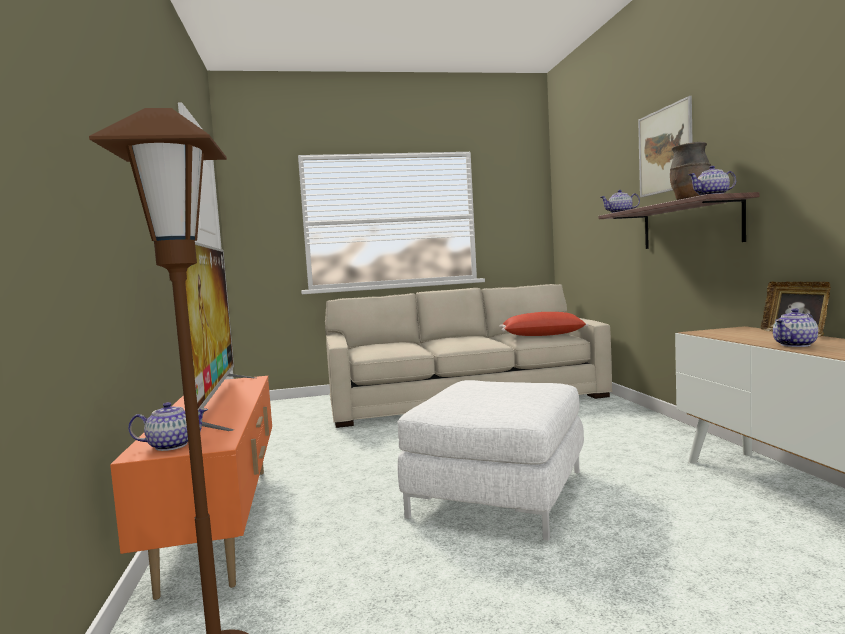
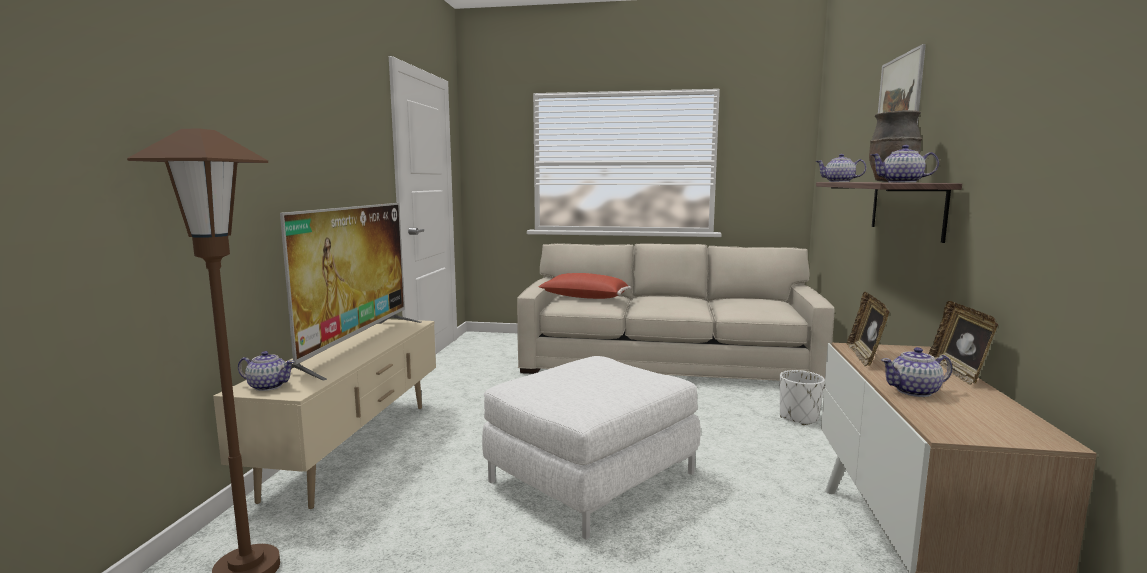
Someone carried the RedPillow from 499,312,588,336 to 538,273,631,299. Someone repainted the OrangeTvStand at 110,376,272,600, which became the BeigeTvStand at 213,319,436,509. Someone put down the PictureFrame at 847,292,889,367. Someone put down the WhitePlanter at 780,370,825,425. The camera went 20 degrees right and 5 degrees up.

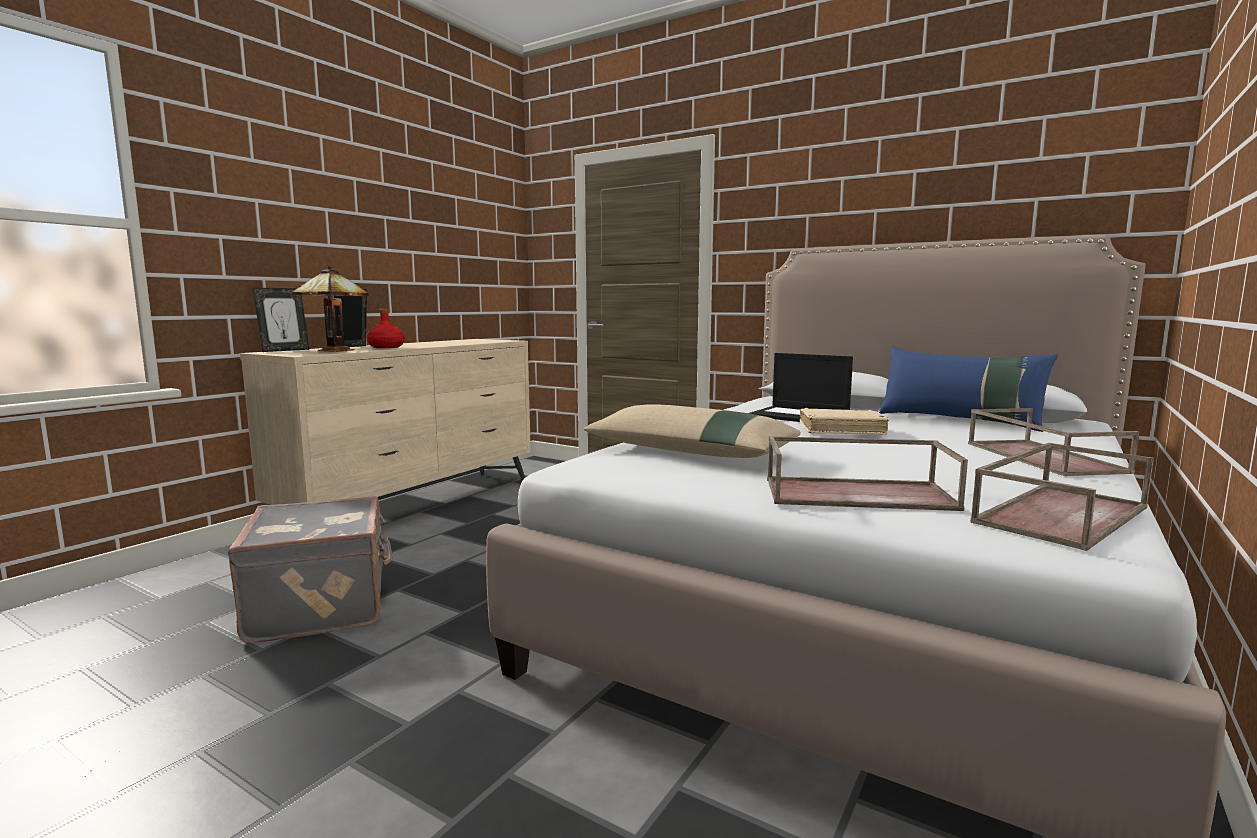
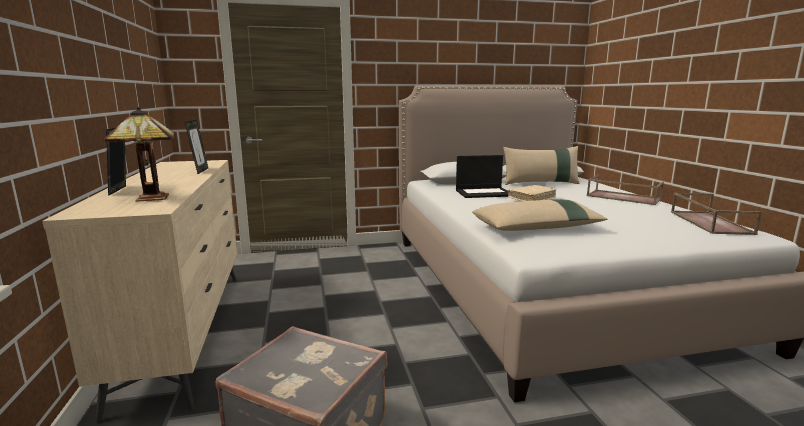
Someone carried the PictureFrame from 253,287,309,352 to 185,120,208,174. Someone took away the RedBottle at 367,309,405,348. Someone repainted the BluePillow at 879,347,1058,432, which became the BeigePillow at 503,146,580,185. Someone took away the BrownTray at 767,436,968,511. The camera went 45 degrees left and 5 degrees up.

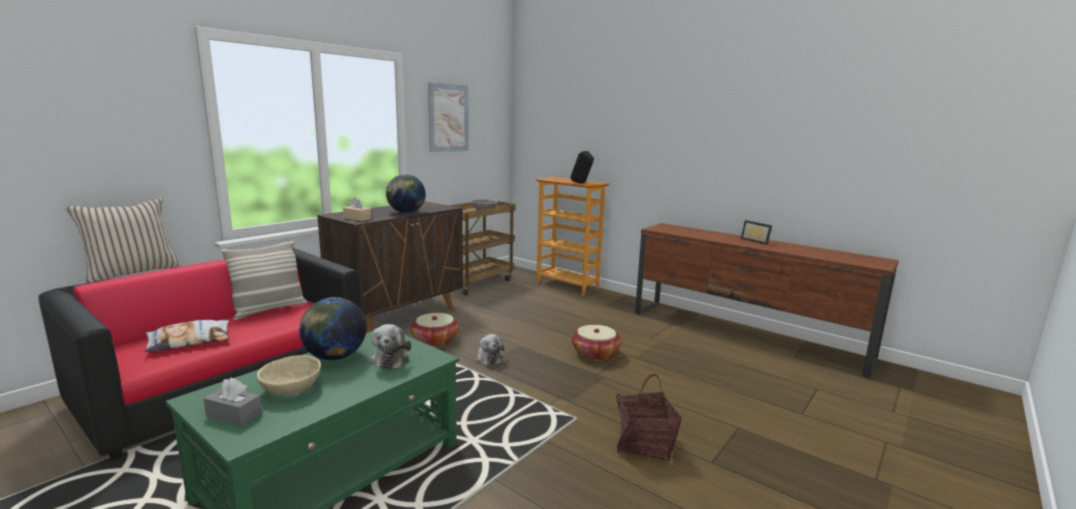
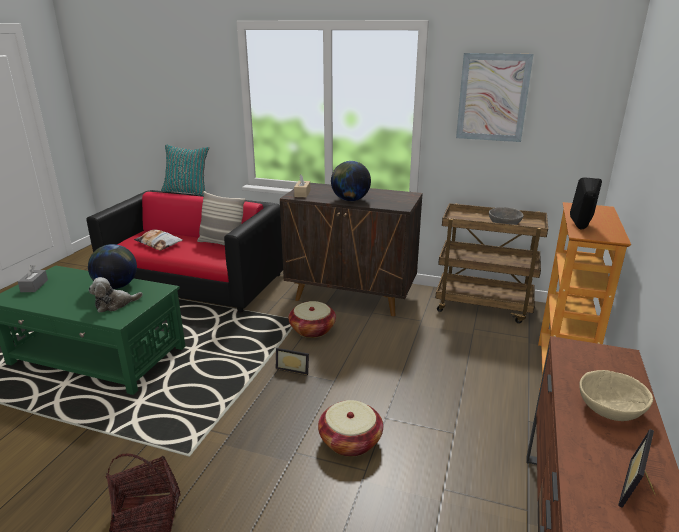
Someone repainted the BeigePillow at 66,198,182,283, which became the TurquoisePillow at 161,145,209,196. Someone swapped the PlushToy at 476,334,504,365 for the PictureFrame at 276,348,309,375. Someone carried the BeigeBowl from 257,355,321,396 to 580,370,653,421. The camera went 70 degrees right and 10 degrees up.

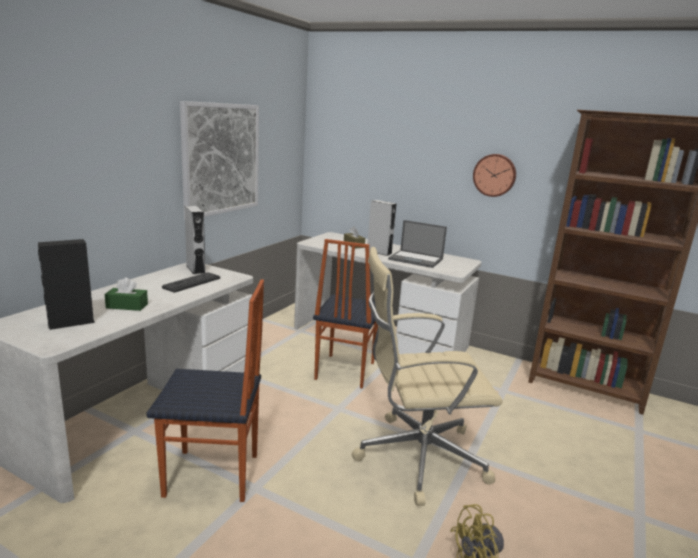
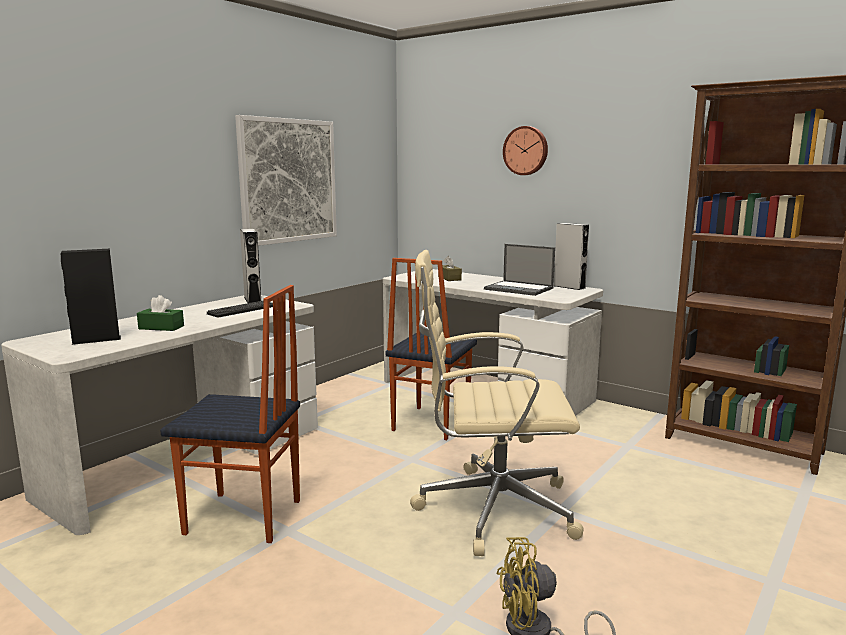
Someone carried the WallClock from 473,154,516,197 to 503,126,548,175. Someone carried the GreySpeaker from 367,200,397,256 to 554,223,589,290. The camera went 10 degrees right and 5 degrees down.

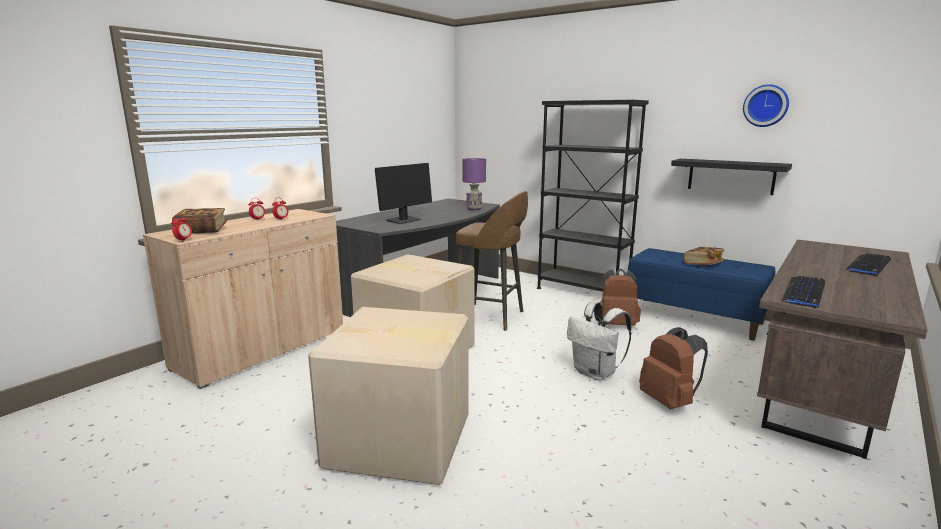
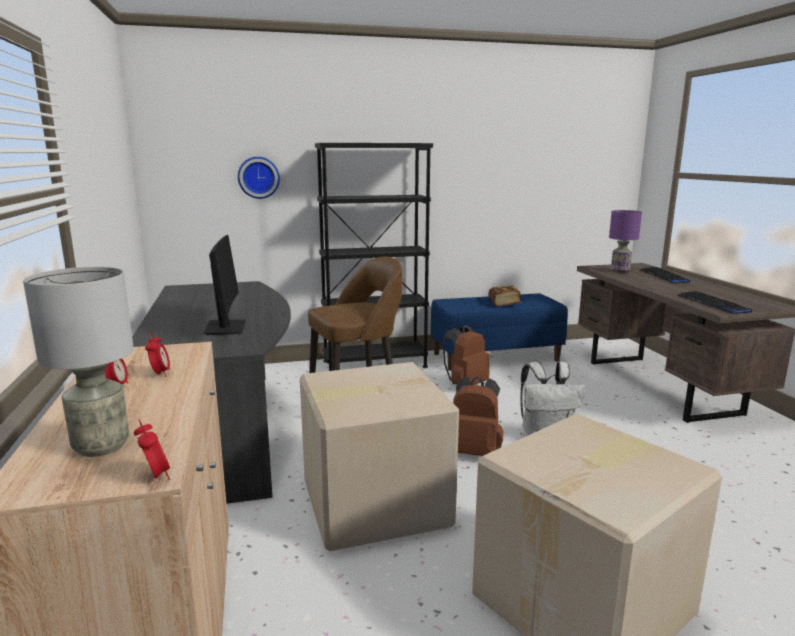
Someone carried the WallClock from 743,84,789,127 to 238,157,280,199. Someone carried the PurpleTableLamp from 462,158,486,211 to 609,210,642,273. Someone took away the BlackShelf at 671,159,792,195. Someone swapped the Book at 172,208,227,234 for the GreyTableLamp at 23,267,134,457. Someone carried the BrownBackpack from 639,327,708,409 to 453,376,503,456. The camera went 50 degrees left and 0 degrees up.

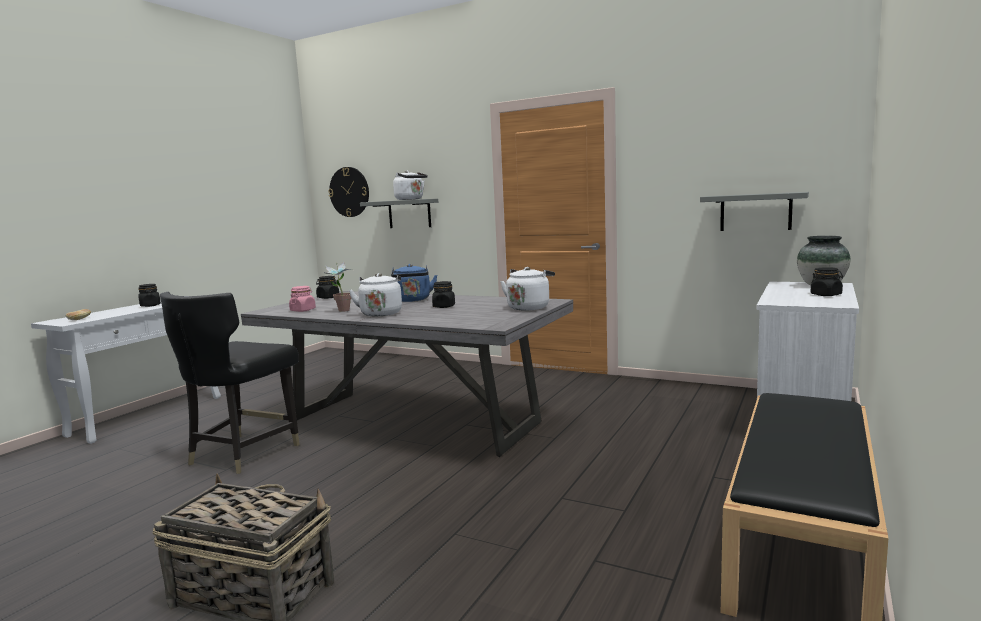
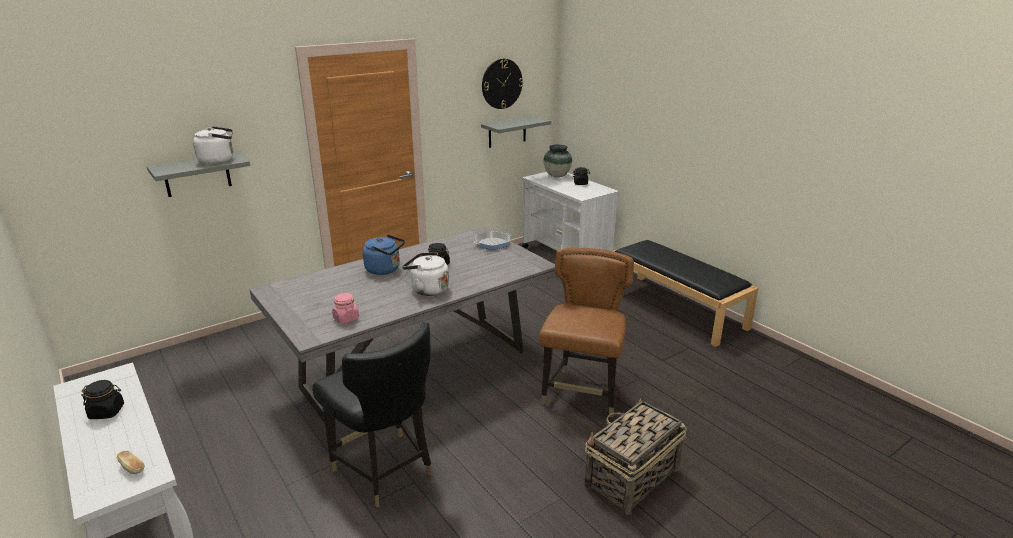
Someone carried the WallClock from 328,167,369,217 to 482,59,523,109. Someone took away the PottedPlant at 324,262,352,312. Someone swapped the WhiteKettle at 500,267,555,311 for the FryingPan at 474,231,511,250. Someone took away the BlackJar at 316,276,339,299. Someone put down the BrownChair at 539,248,634,417. The camera went 65 degrees left and 15 degrees up.

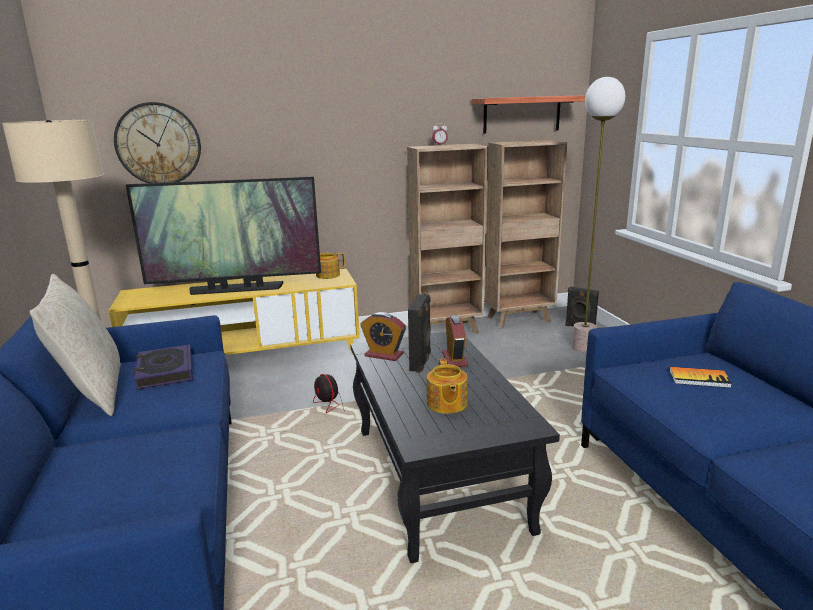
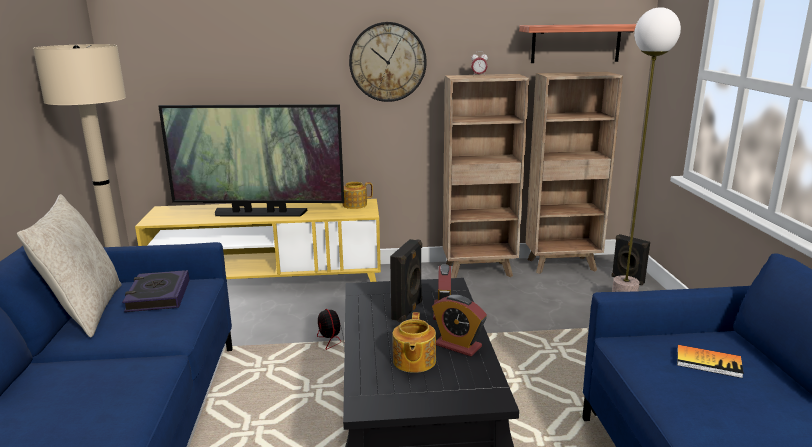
Someone carried the WallClock from 114,102,201,183 to 349,22,427,102. Someone carried the AlarmClock from 360,312,406,361 to 432,295,487,356. The camera went 10 degrees right and 0 degrees up.

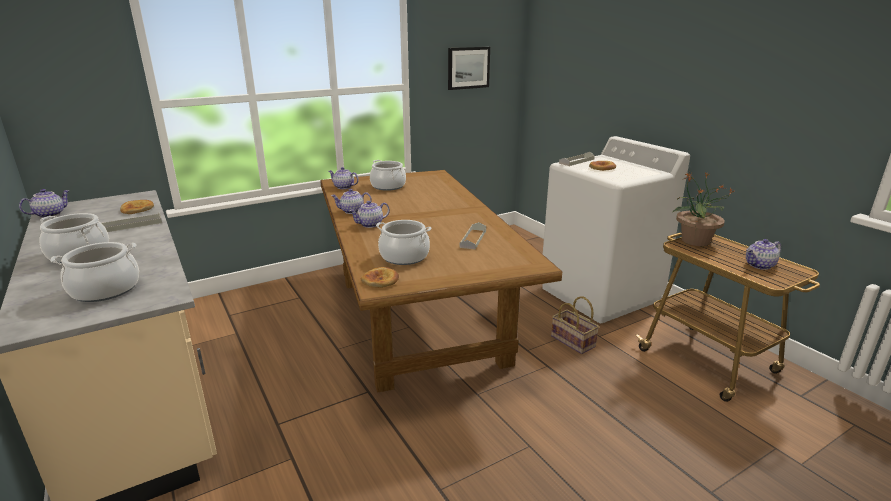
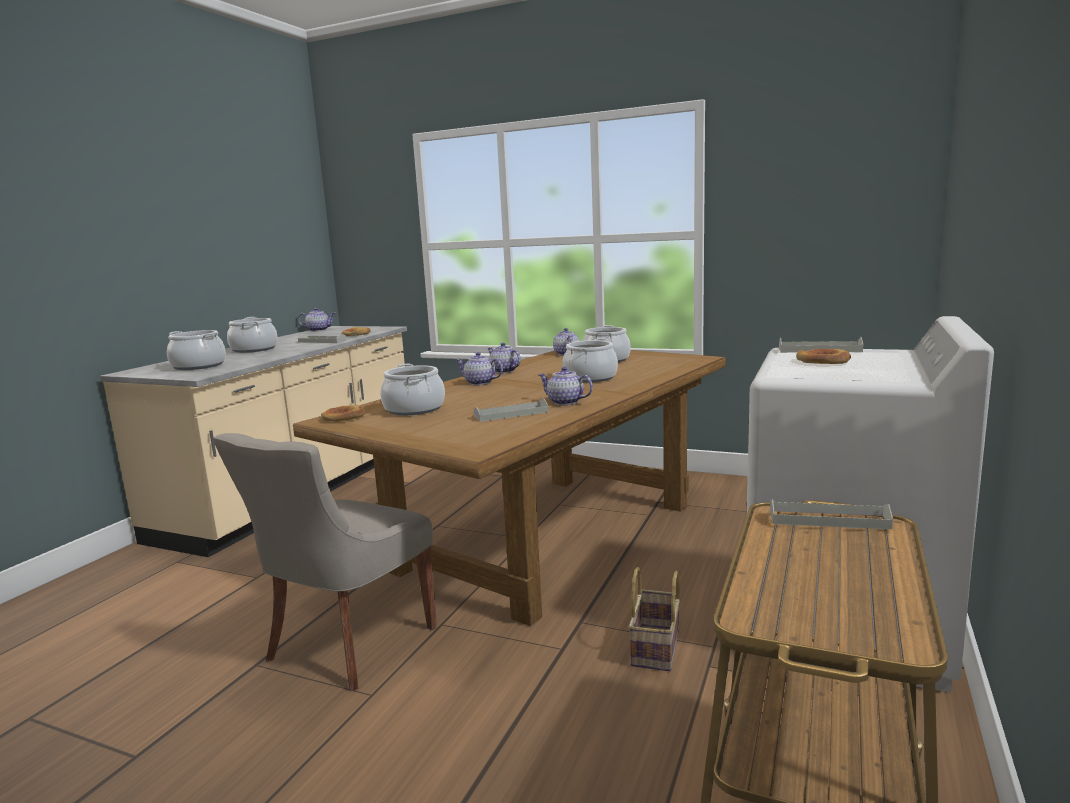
Someone took away the Picture at 448,47,490,90. Someone swapped the PottedPlant at 673,171,734,246 for the GreyTray at 770,499,893,530. Someone carried the Teapot from 746,239,781,270 to 539,367,593,405. Someone put down the CookingPot at 562,338,618,383. Someone put down the GreyChair at 213,433,437,691. The camera went 55 degrees right and 10 degrees down.

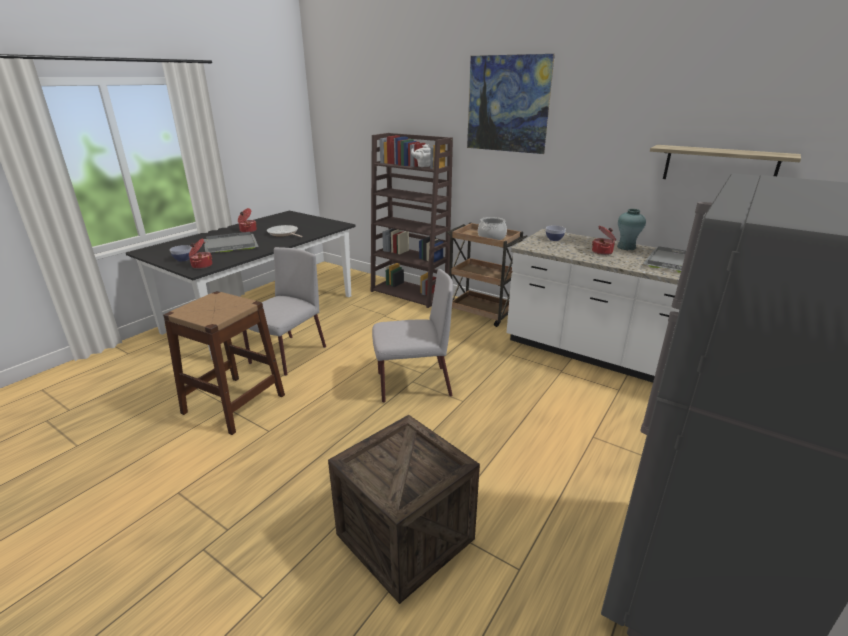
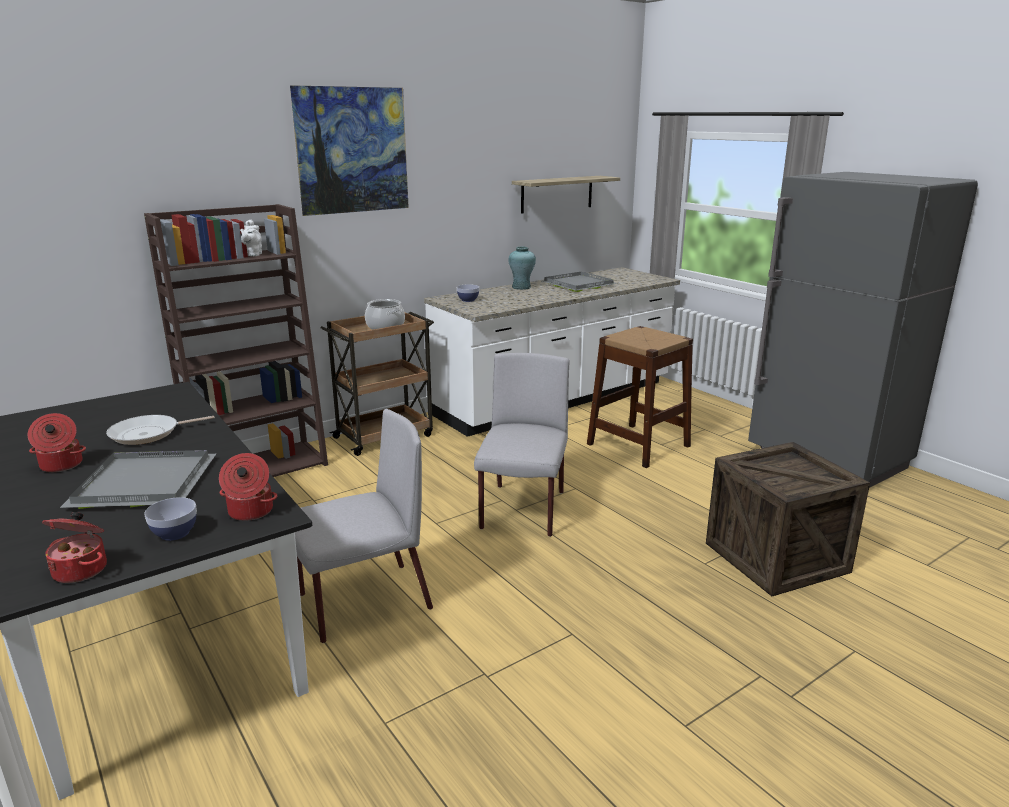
Someone carried the CookingPot from 592,226,616,255 to 42,512,107,583. Someone rotated the GreyChair at 243,247,326,376 by 105 degrees clockwise. Someone carried the BrownStool from 163,291,285,435 to 587,326,693,468. The camera went 70 degrees left and 5 degrees down.

